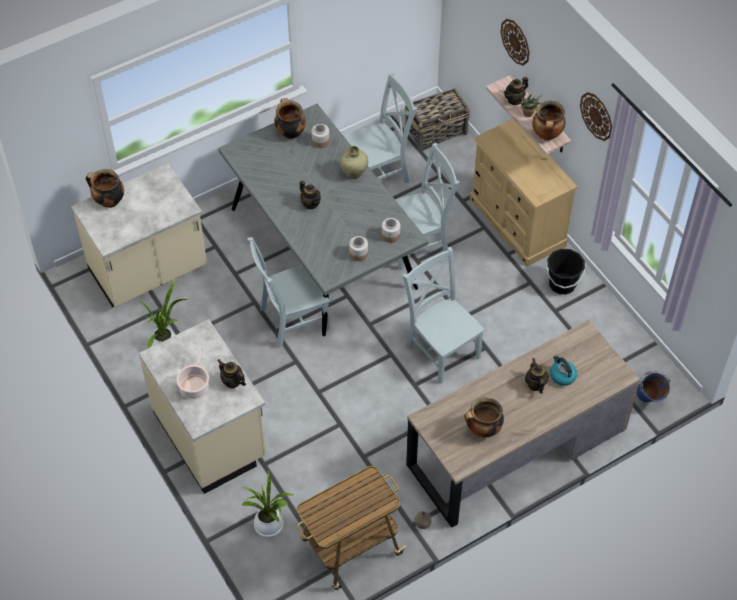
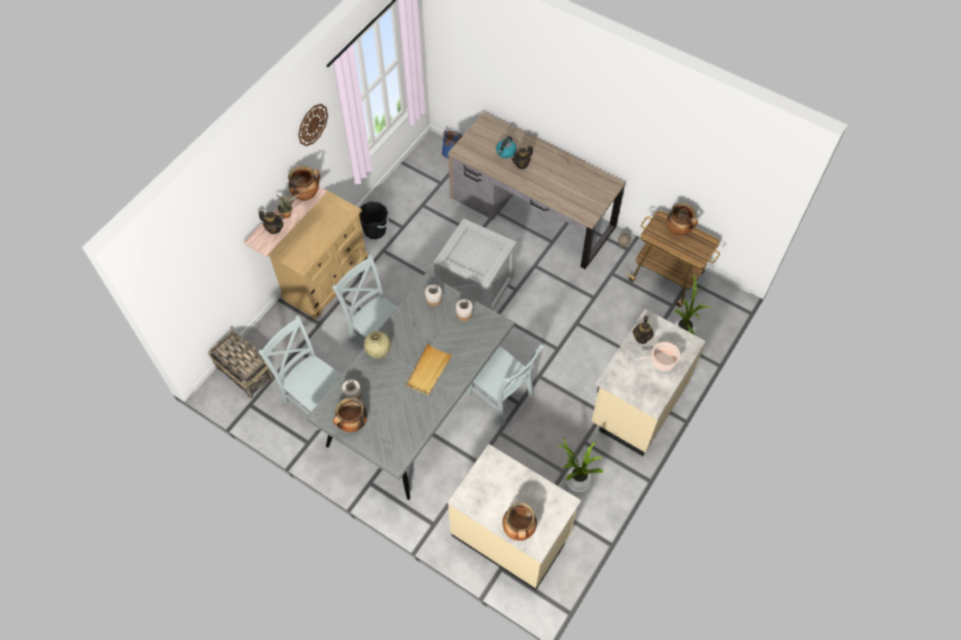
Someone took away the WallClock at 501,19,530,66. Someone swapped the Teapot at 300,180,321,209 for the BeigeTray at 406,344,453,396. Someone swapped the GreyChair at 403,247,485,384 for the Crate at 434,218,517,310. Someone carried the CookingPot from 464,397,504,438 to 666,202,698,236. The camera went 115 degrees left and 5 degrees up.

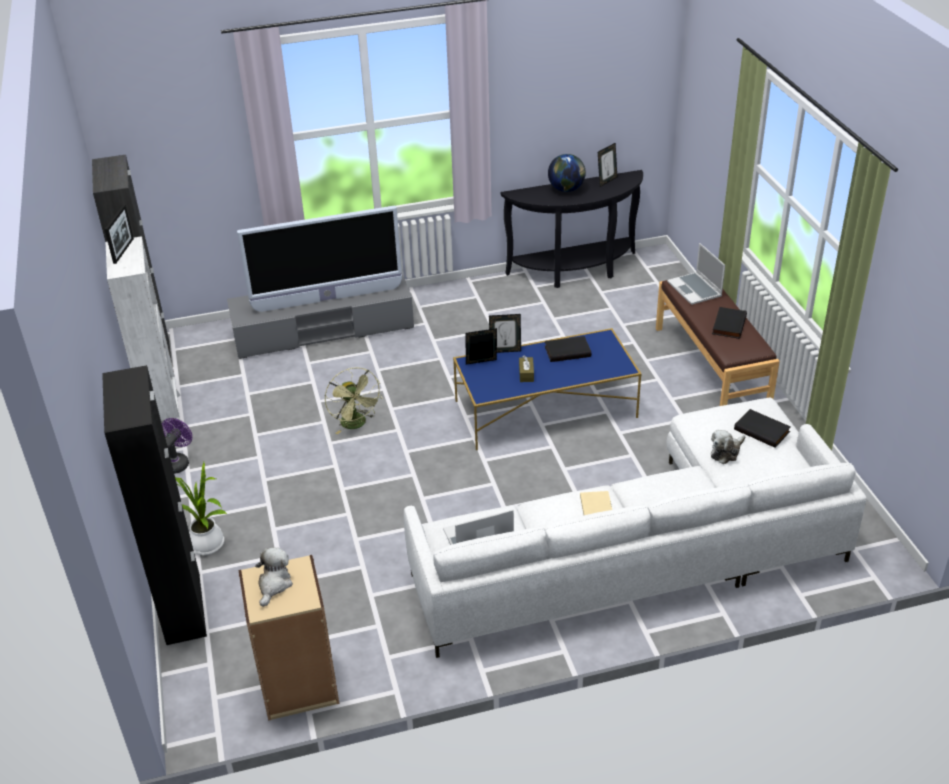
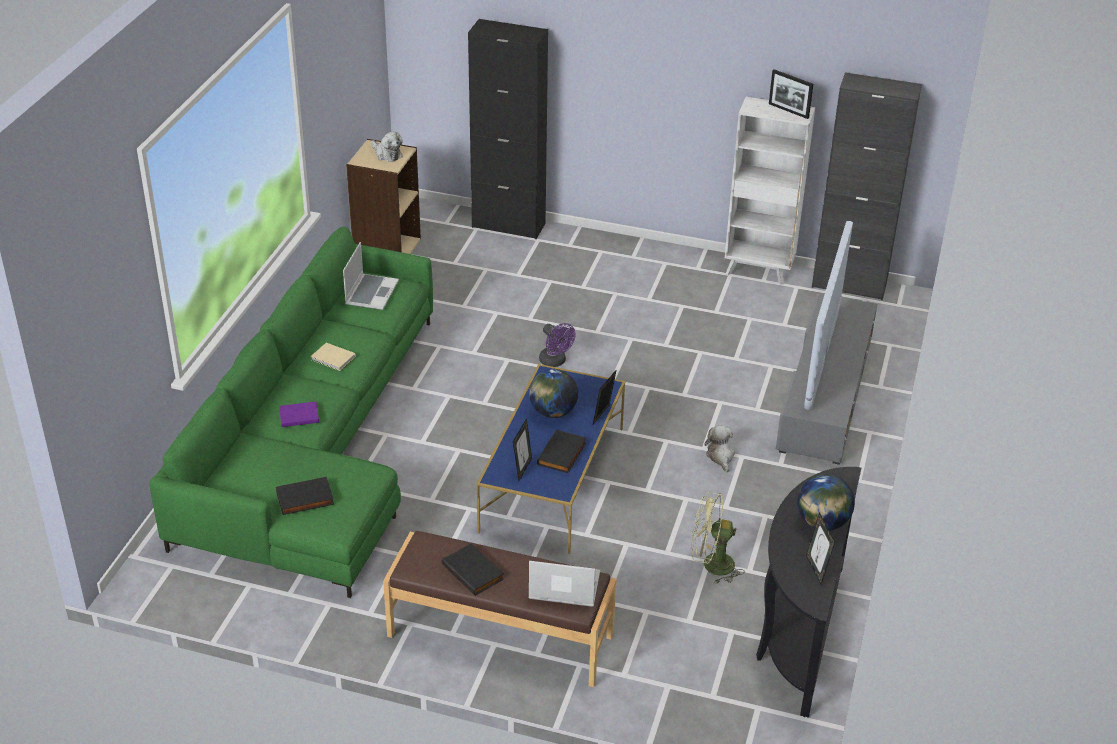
Someone carried the PictureFrame from 465,328,497,365 to 513,418,532,481. Someone swapped the BrownTissueBox at 519,356,534,382 for the Globe at 529,369,578,418. Someone carried the GreenFan from 325,367,383,434 to 691,492,744,583. Someone repainted the WhiteSofa at 404,397,867,658, which became the GreenSofa at 149,226,433,598. Someone carried the PurpleFan from 162,418,192,474 to 539,323,576,367. Someone carried the PlushToy from 711,430,745,464 to 704,425,735,472. Someone took away the PottedPlant at 175,460,228,555. Someone put down the PurpleBook at 279,402,319,427. The camera went 120 degrees right and 0 degrees up.

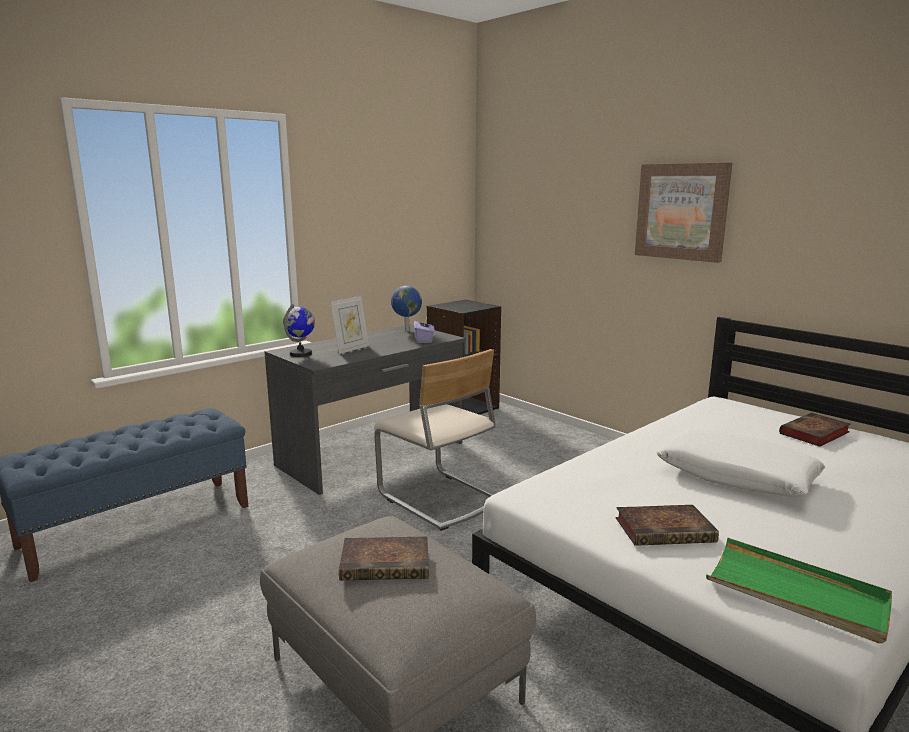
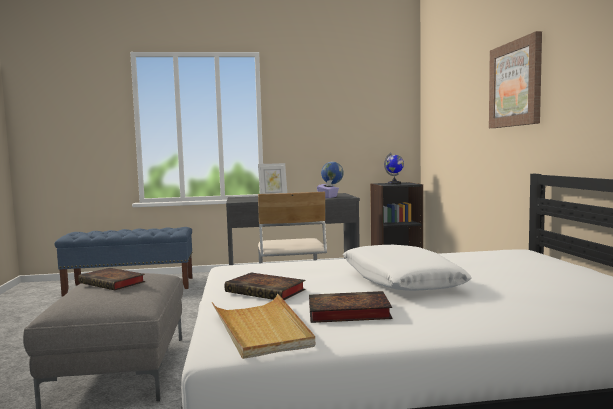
Someone carried the Globe from 283,304,315,357 to 384,152,404,185. Someone carried the Book from 779,412,851,447 to 309,291,393,323. Someone repainted the GreenTray at 706,538,892,643, which became the BeigeTray at 212,294,315,359. The camera went 35 degrees right and 10 degrees down.

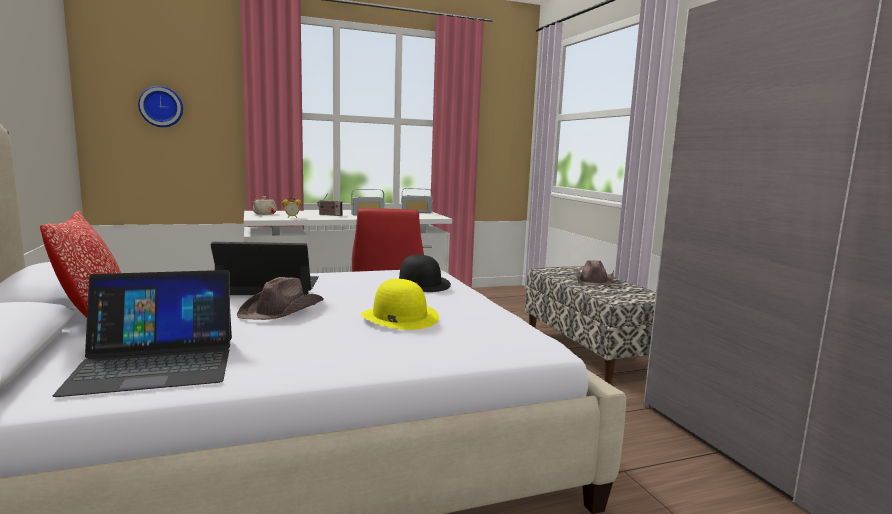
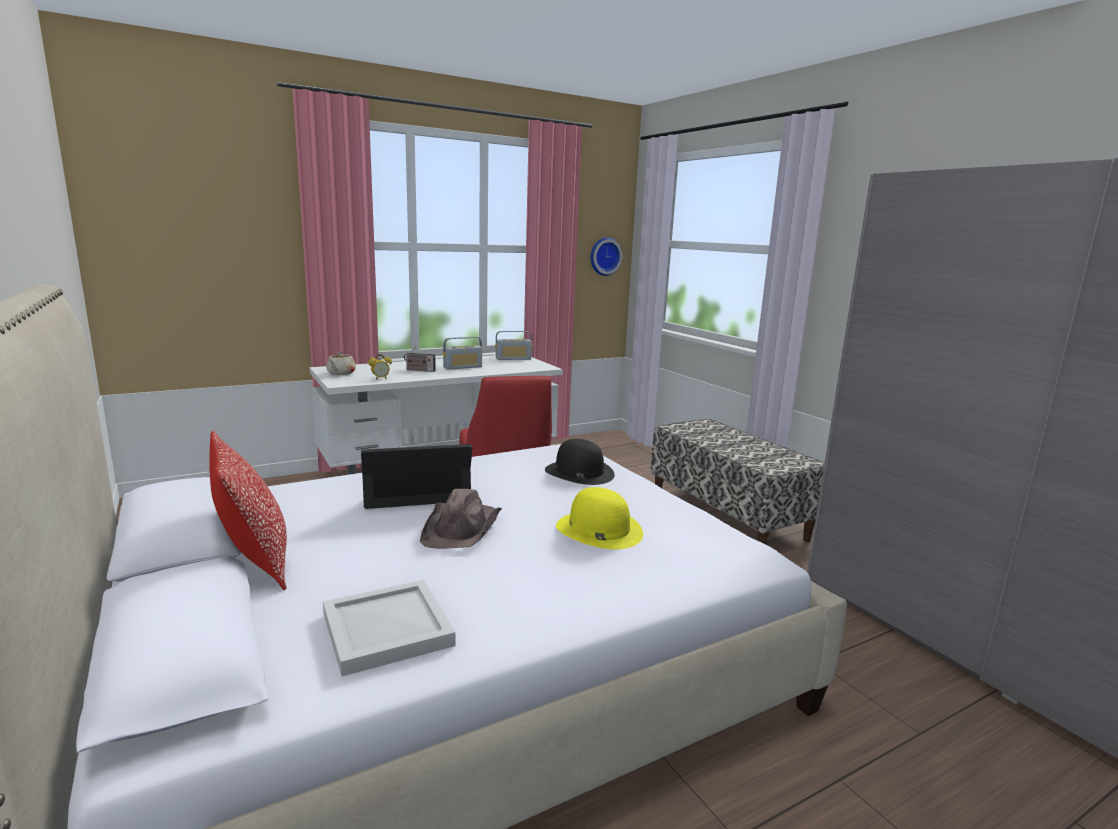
Someone carried the WallClock from 138,86,183,127 to 590,237,622,276. Someone took away the BrownHat at 576,260,614,286. Someone swapped the Laptop at 53,270,232,397 for the WhiteTray at 323,580,455,676. The camera went 10 degrees left and 5 degrees up.

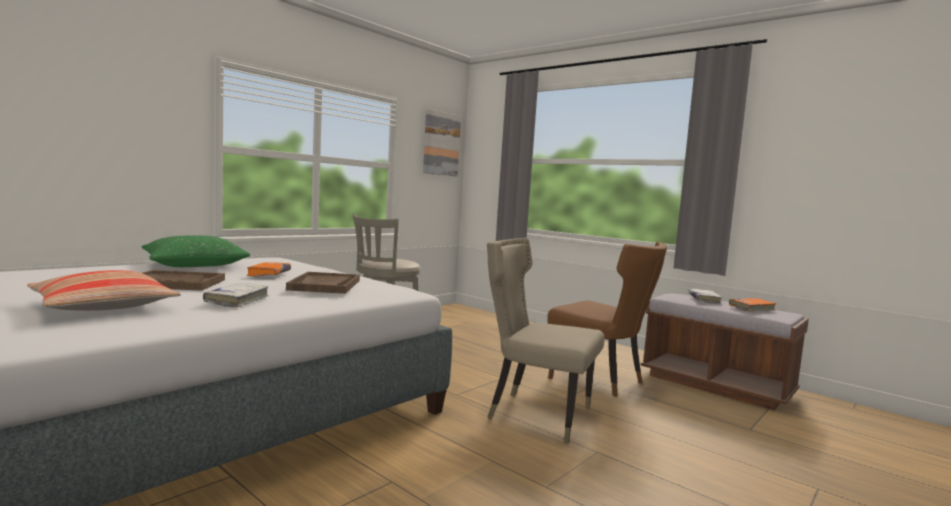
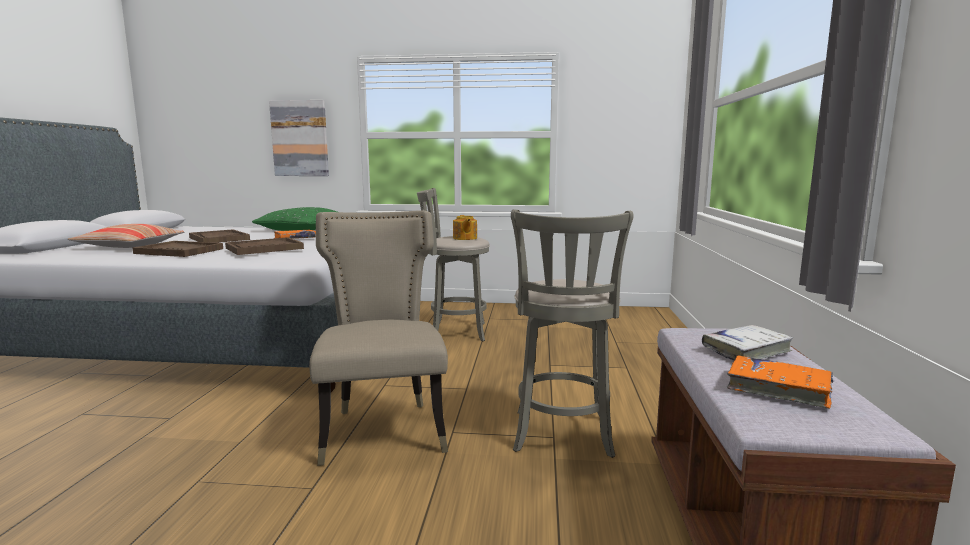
Someone carried the Picture from 423,109,461,176 to 269,100,329,176. Someone swapped the BrownChair at 547,242,667,397 for the GreyStool at 511,209,634,458. Someone swapped the WhiteBook at 203,283,269,308 for the BrownTray at 132,241,223,257. Someone put down the Teapot at 453,215,477,240. The camera went 55 degrees right and 5 degrees up.

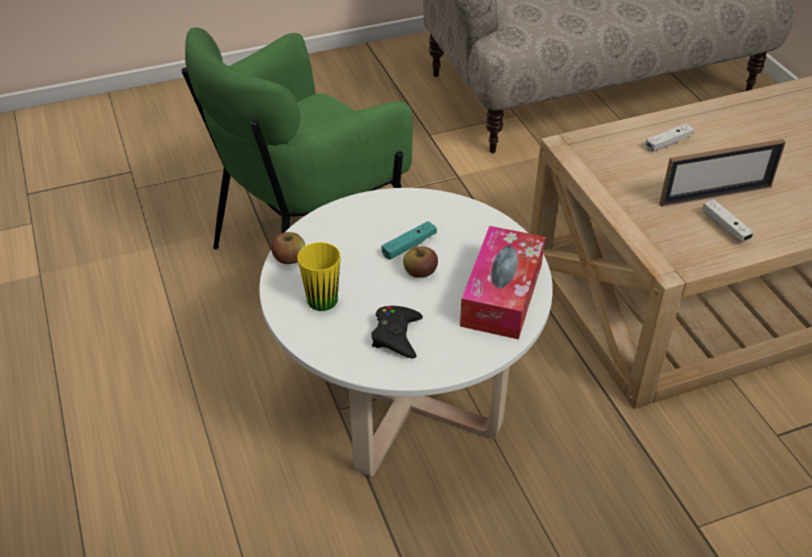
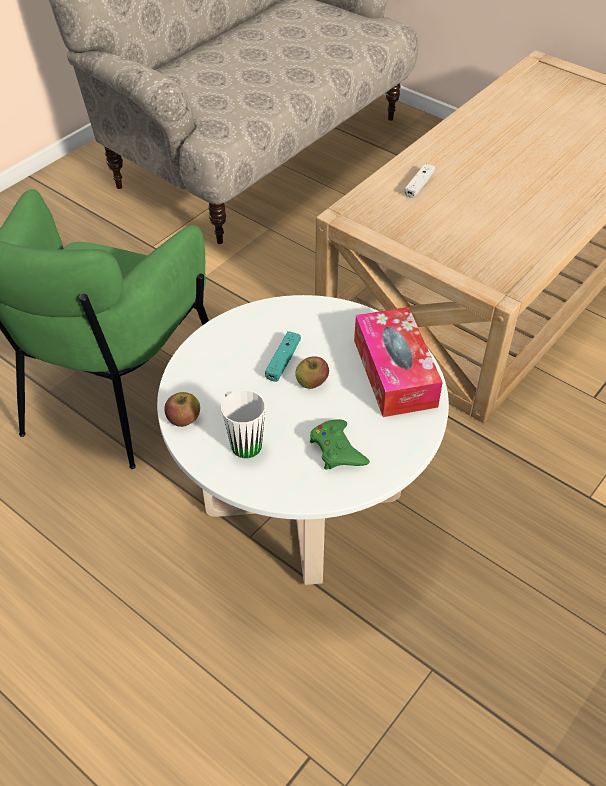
Someone took away the PictureFrame at 659,139,786,207. Someone took away the WhiteGameController at 702,199,754,242. Someone repainted the YellowMug at 297,242,341,311, which became the WhiteMug at 221,390,265,458. Someone repainted the BlackGameController at 371,306,423,358, which became the GreenGameController at 310,419,370,470. The camera went 30 degrees left and 5 degrees up.

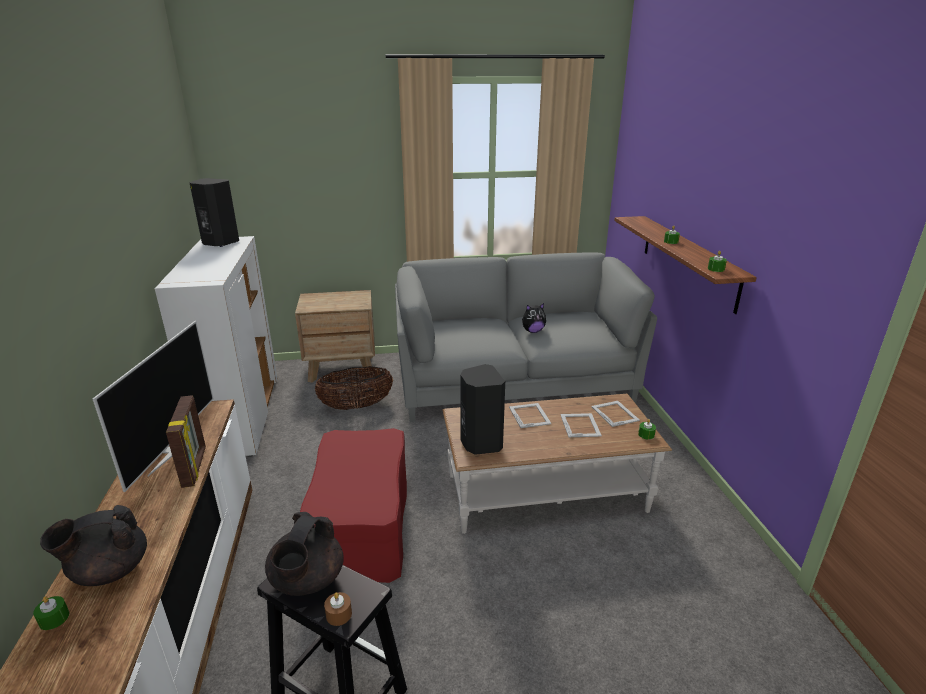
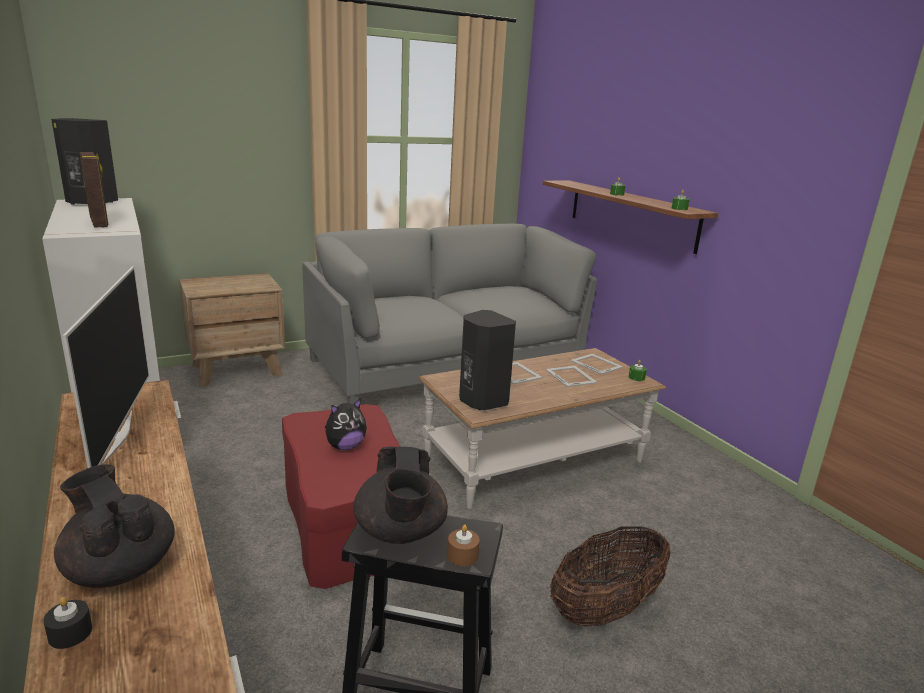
Someone carried the PlushToy from 522,303,546,333 to 325,398,367,450. Someone carried the Basket from 315,366,393,410 to 550,526,670,627. Someone carried the PictureFrame from 166,395,206,488 to 80,152,108,228. Someone rotated the BlackTeapot at 40,505,147,586 by 90 degrees clockwise. Someone repainted the GreenCandle at 33,596,69,630, which became the BlackCandle at 43,597,92,649. The camera went 20 degrees left and 5 degrees down.

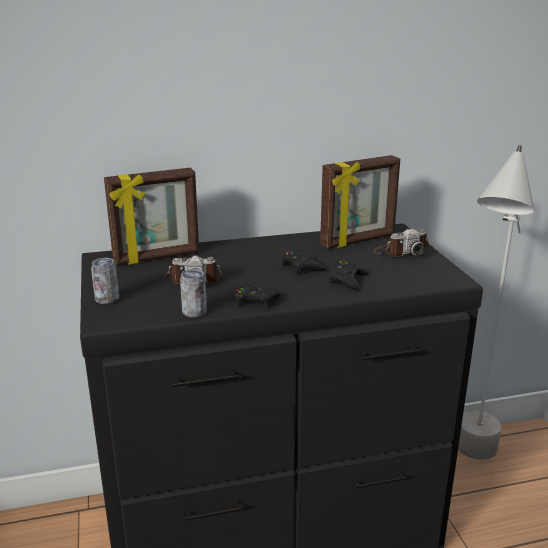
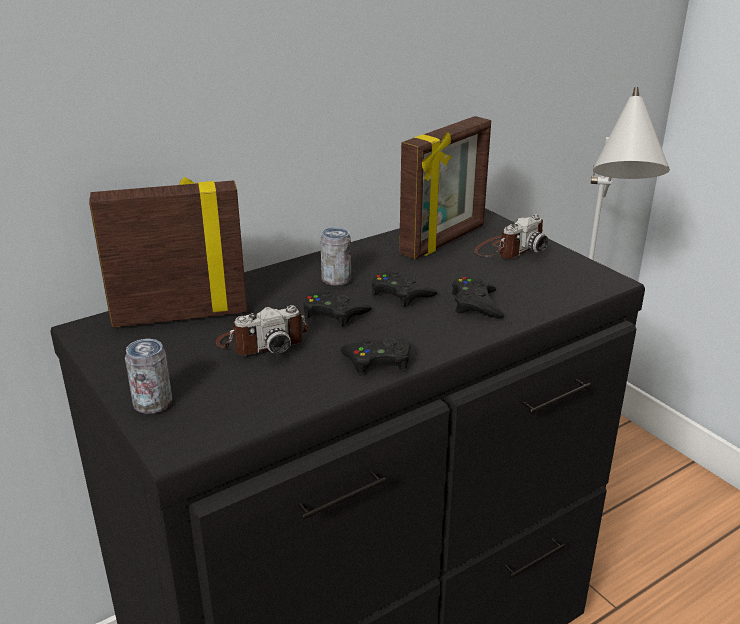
Someone rotated the PictureFrame at 104,168,199,265 by 150 degrees counterclockwise. Someone carried the Can from 180,269,207,318 to 320,227,351,286. Someone put down the BlackGameController at 303,289,372,327. The camera went 20 degrees left and 5 degrees up.

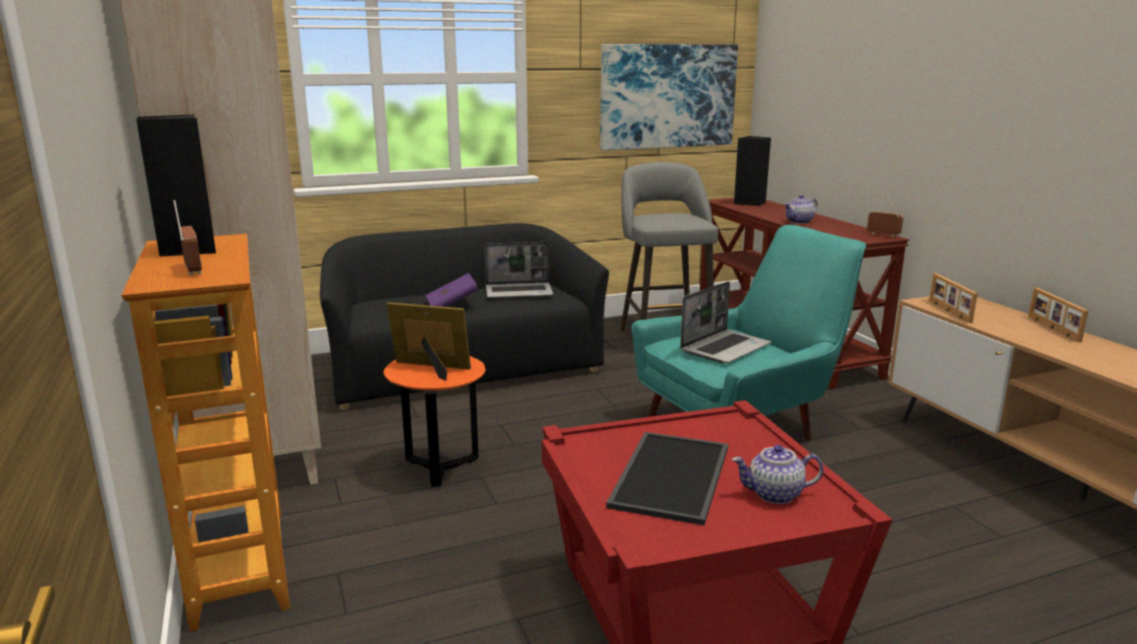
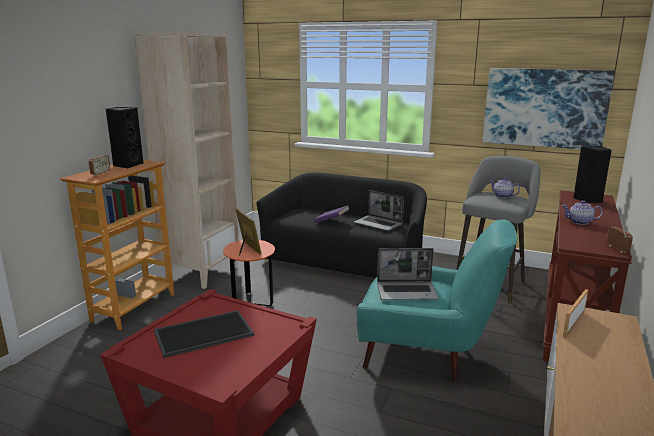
Someone took away the PictureFrame at 1028,288,1089,342. Someone carried the Teapot from 732,445,823,504 to 490,178,520,198. The camera went 45 degrees right and 0 degrees up.

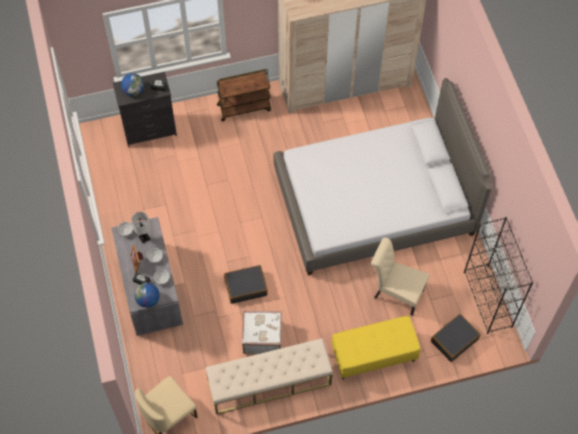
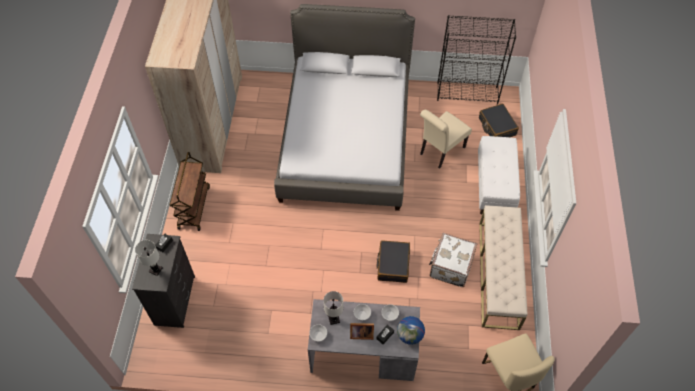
Someone swapped the Globe at 121,73,144,96 for the WhiteTableLamp at 135,240,163,276. Someone repainted the YellowBench at 331,316,421,379, which became the WhiteBench at 478,136,520,215. The camera went 70 degrees left and 5 degrees down.

